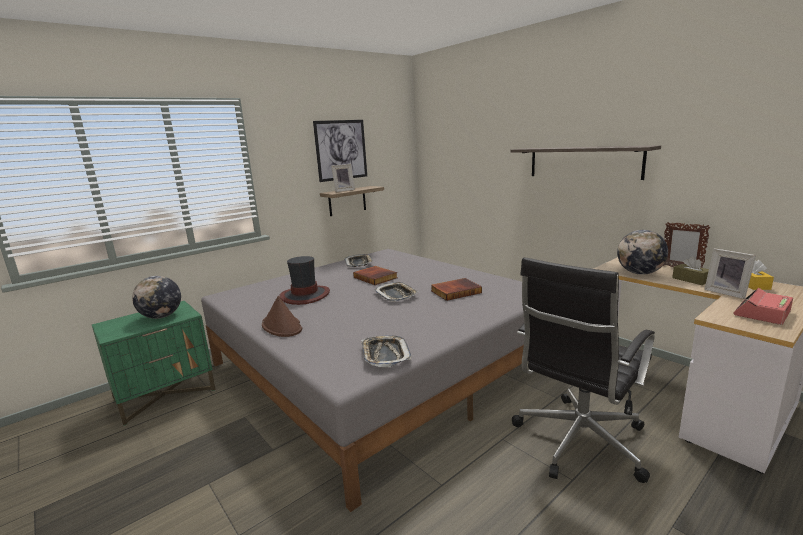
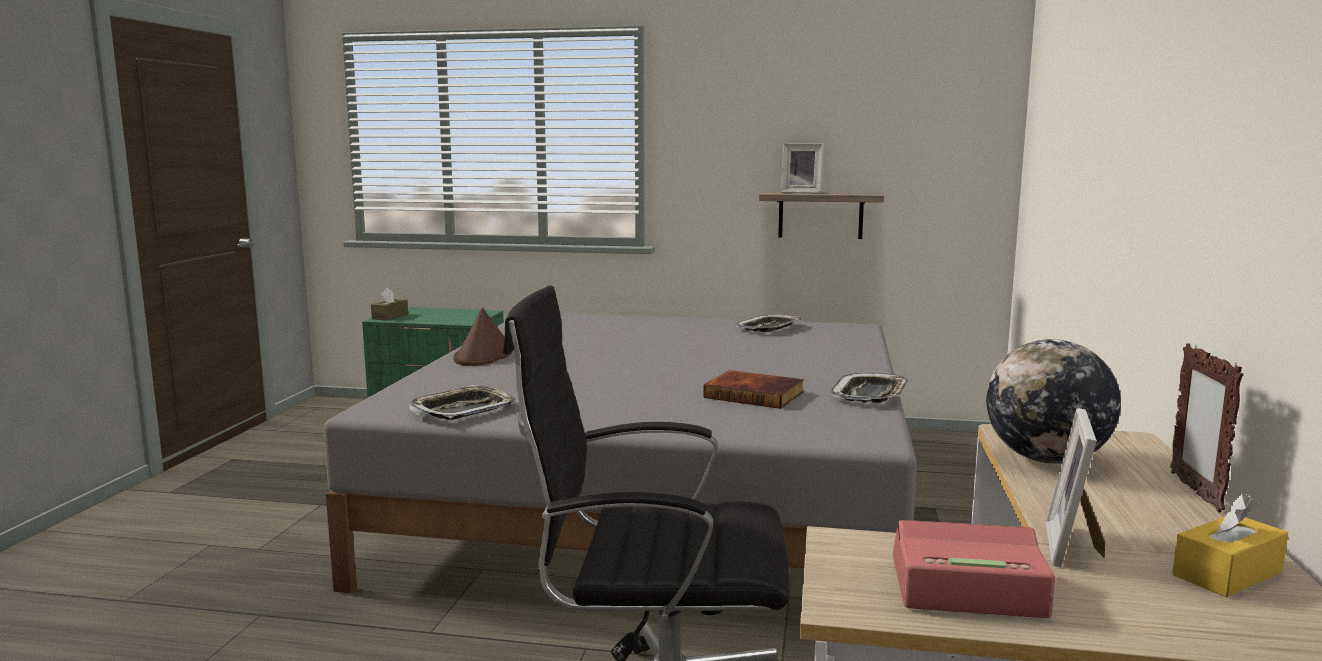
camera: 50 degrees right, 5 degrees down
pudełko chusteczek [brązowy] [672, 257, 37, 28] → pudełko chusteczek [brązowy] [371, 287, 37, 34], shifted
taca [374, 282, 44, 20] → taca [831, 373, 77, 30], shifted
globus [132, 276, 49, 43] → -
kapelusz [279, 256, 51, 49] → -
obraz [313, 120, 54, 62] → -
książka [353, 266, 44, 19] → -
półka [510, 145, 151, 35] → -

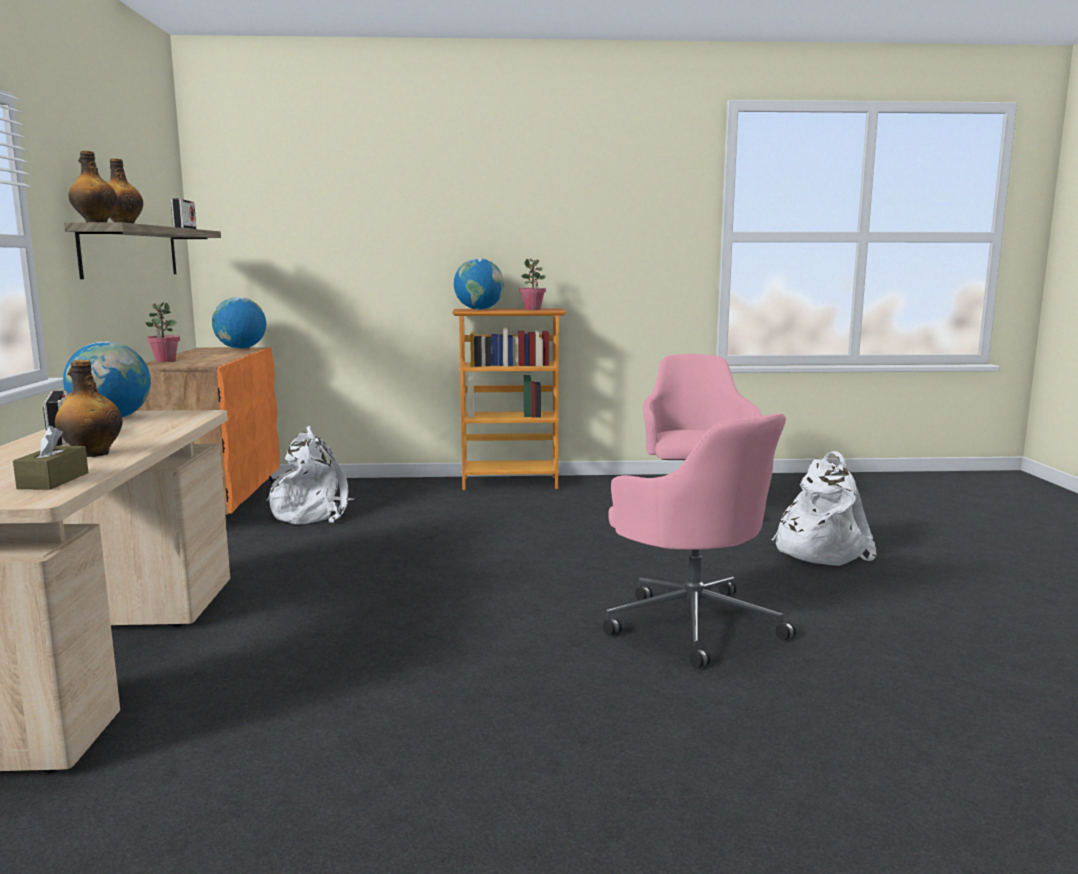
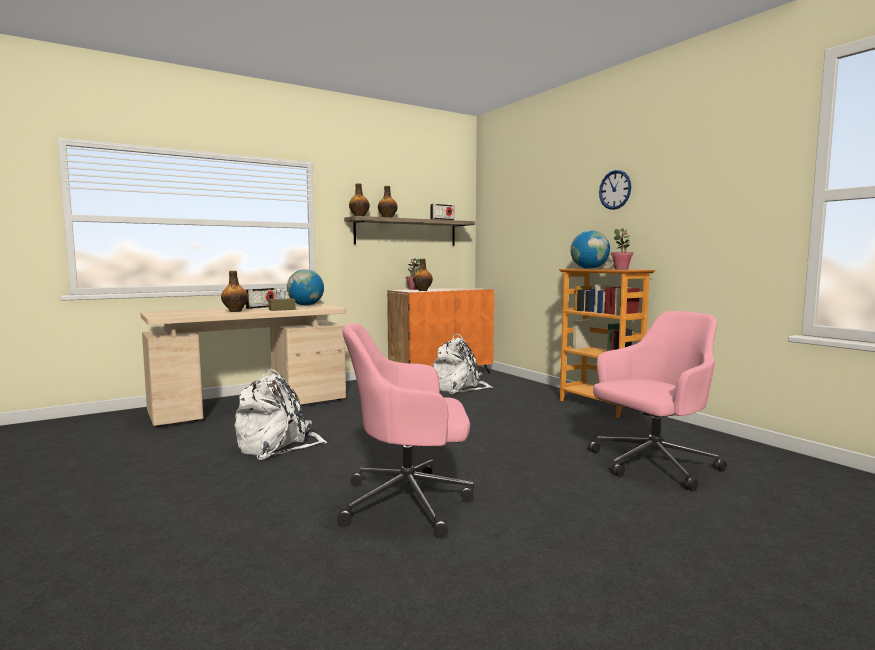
camera: 60 degrees right, 5 degrees down
plecak [biały] [772, 451, 104, 115] → plecak [biały] [235, 369, 93, 91], shifted
pudełko chusteczek [brązowy] [13, 426, 75, 64] → pudełko chusteczek [brązowy] [268, 289, 28, 22], shifted
krzesło biurowe [różowy] [603, 413, 193, 256] → krzesło biurowe [różowy] [337, 323, 137, 215], 60 degrees clockwise
- → butelka [413, 259, 20, 32]
- → zegar ścienny [599, 170, 32, 40]
globus [212, 297, 54, 52] → -

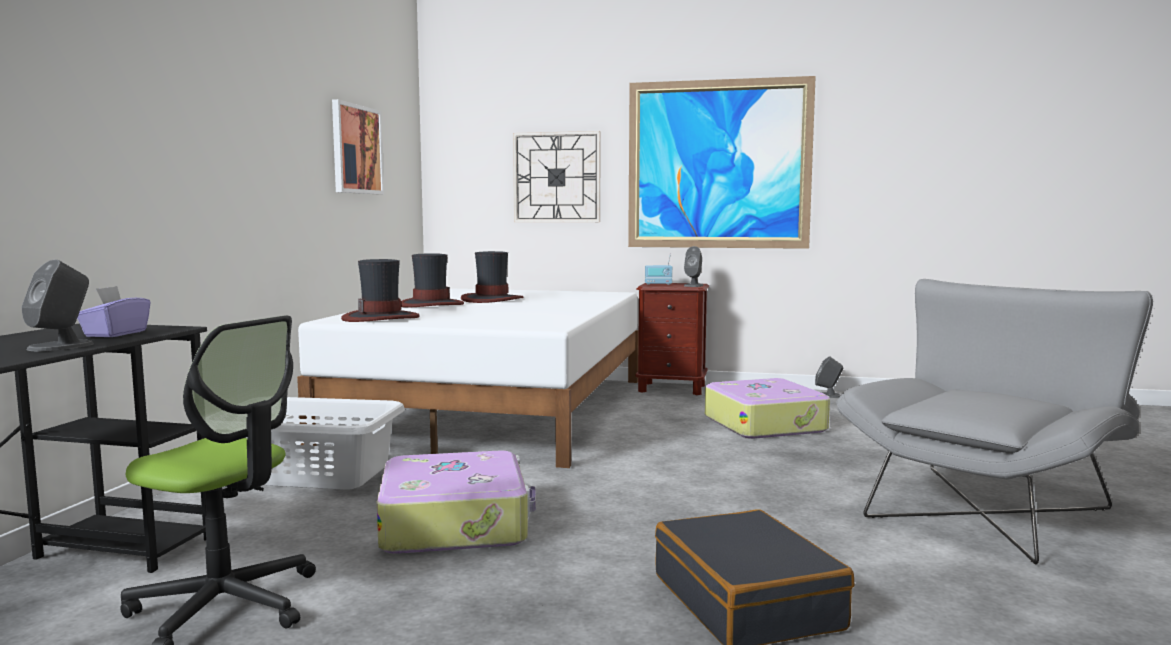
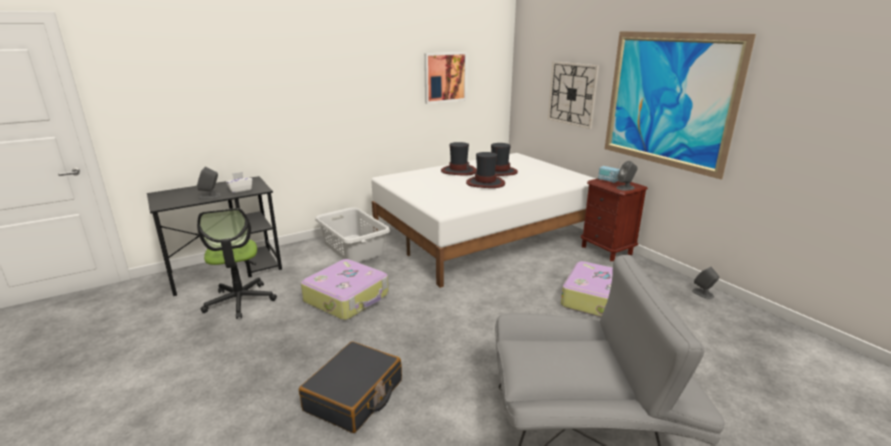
camera: 45 degrees right, 15 degrees up
pudełko chusteczek [fioletowy] [77, 286, 74, 51] → pudełko chusteczek [biały] [226, 172, 26, 21]
kapelusz [341, 259, 79, 63] → kapelusz [466, 152, 39, 36], shifted

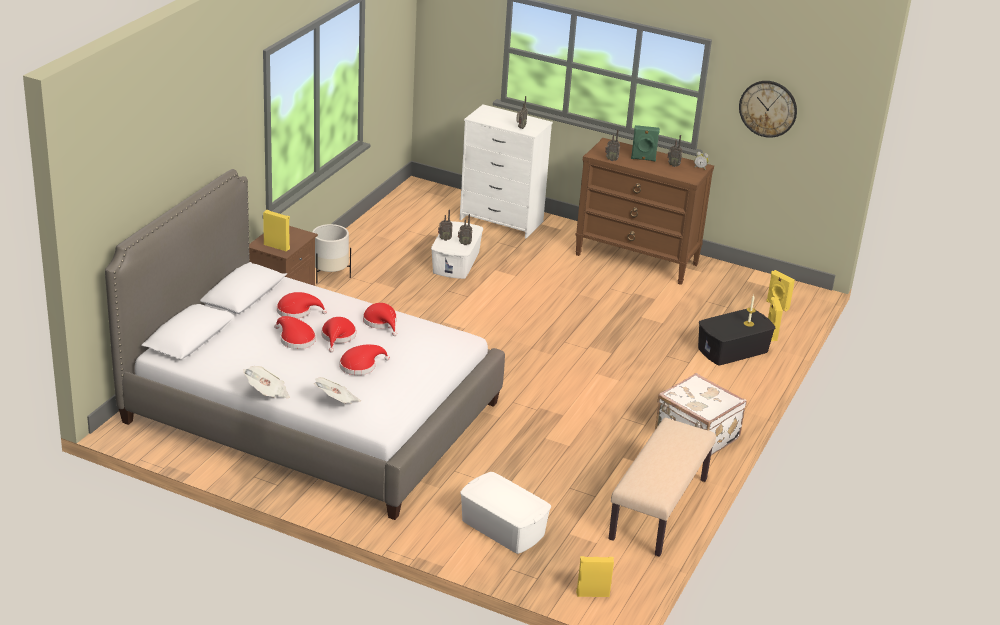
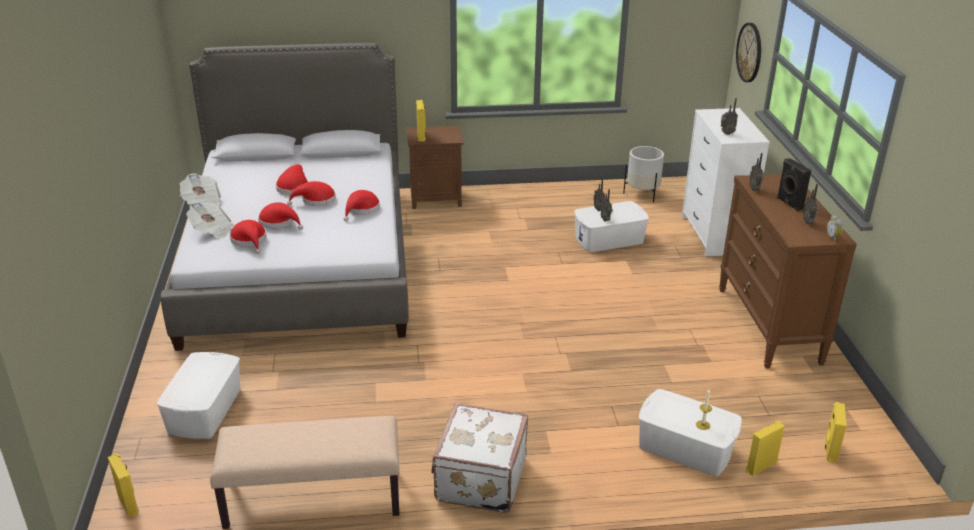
camera: 60 degrees right, 0 degrees up
kapelusz [czerwony] [277, 292, 50, 27] → kapelusz [czerwony] [230, 220, 37, 34], shifted
donica [biały] [312, 224, 39, 59] → donica [biały] [623, 146, 41, 57], shifted
pojemnik do przechowywania [czarny] [698, 309, 77, 56] → pojemnik do przechowywania [biały] [639, 389, 103, 87]
zegar ścienny [739, 81, 58, 57] → zegar ścienny [736, 23, 25, 59], shifted
głośnik [zielony] [631, 125, 29, 36] → głośnik [czarny] [777, 158, 34, 53]

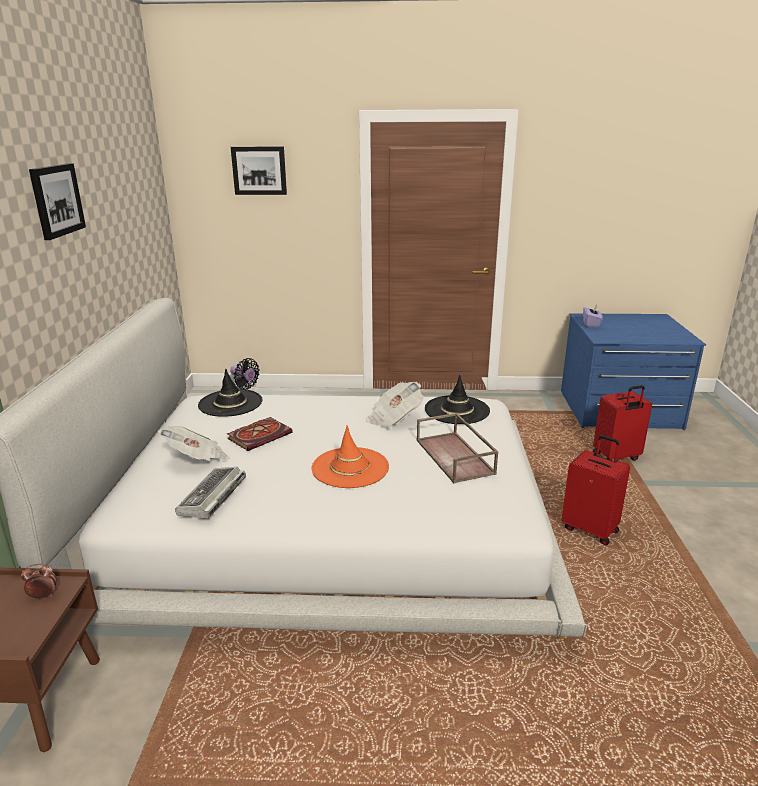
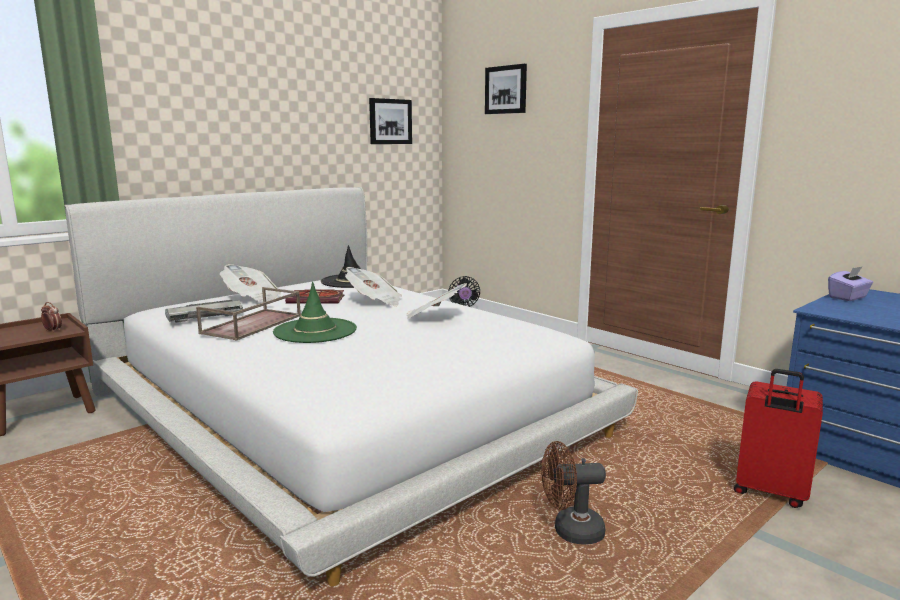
camera: 45 degrees right, 10 degrees down
taca [brązowy] [417, 413, 81, 70] → taca [brązowy] [196, 287, 105, 54], shifted
kapelusz [pomarańczowy] [311, 426, 78, 62] → kapelusz [zielony] [273, 282, 84, 61]
- → gazeta [345, 267, 57, 39]
obraz [29, 163, 57, 77] → obraz [369, 98, 43, 46], shifted
walizka [czerwony] [562, 435, 68, 110] → wentylator [brązowy] [541, 441, 65, 103]
kapelusz [czarny] [425, 375, 65, 49] → -

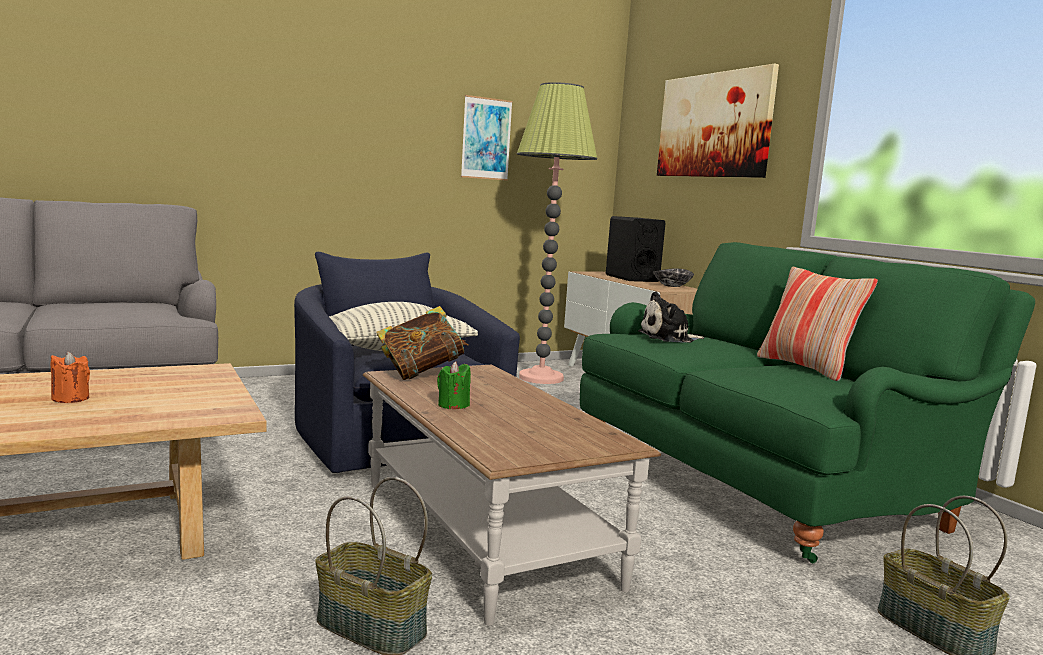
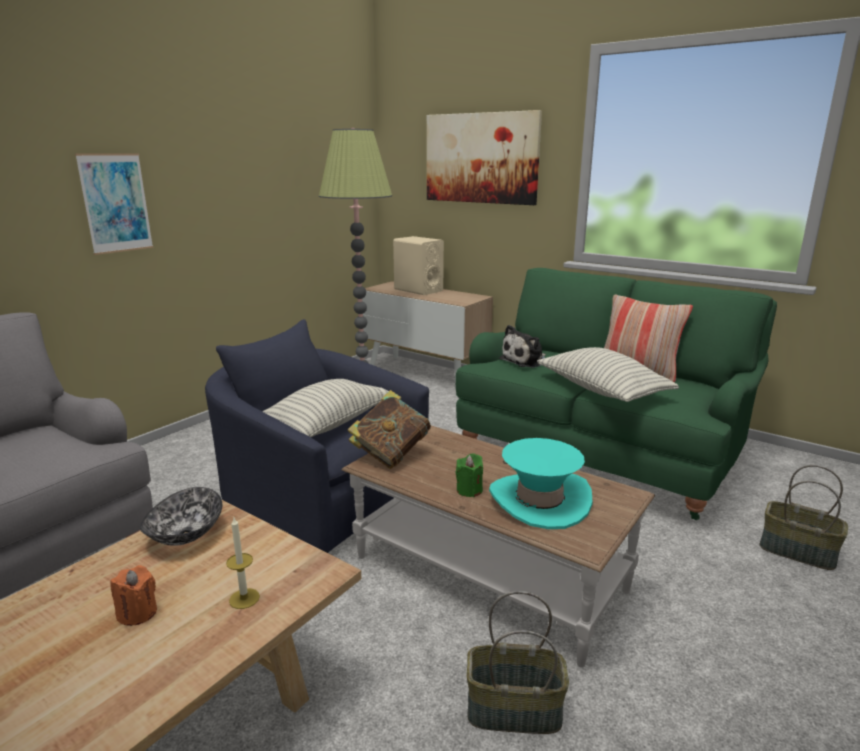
camera: 25 degrees left, 10 degrees up
obraz [461, 95, 52, 86] → obraz [75, 154, 79, 101], shifted
miska [653, 269, 41, 18] → miska [140, 487, 82, 59], shifted
- → świeca [226, 518, 34, 91]
głośnik [czarny] [606, 216, 60, 66] → głośnik [beżowy] [393, 236, 51, 59]
- → kapelusz [turkusowy] [489, 438, 104, 91]
- → poduszka [537, 347, 142, 55]

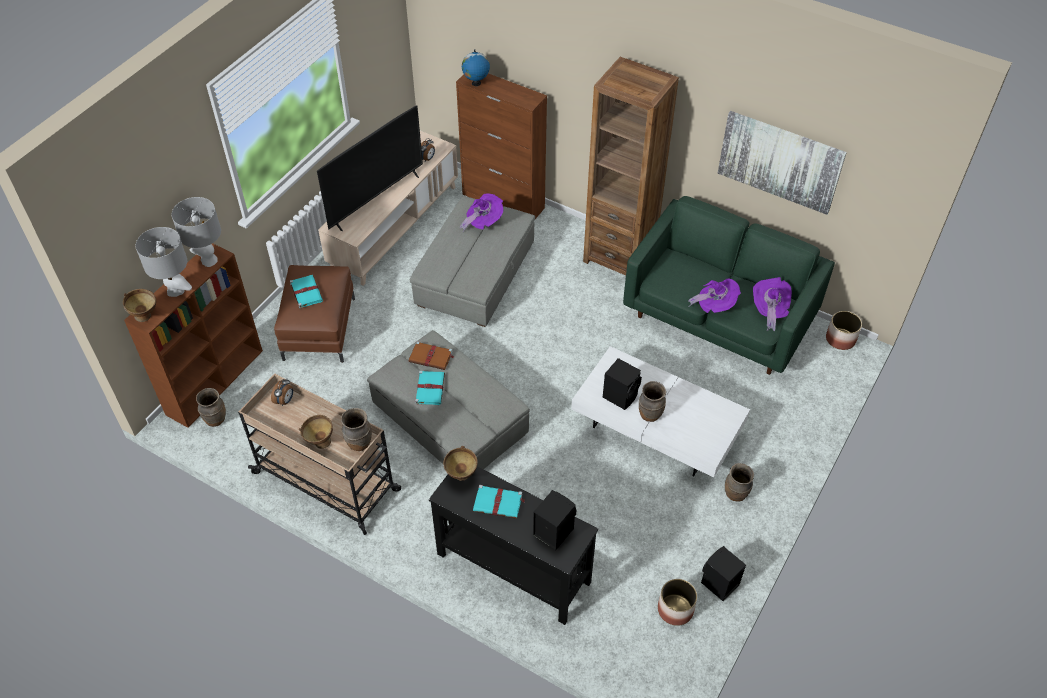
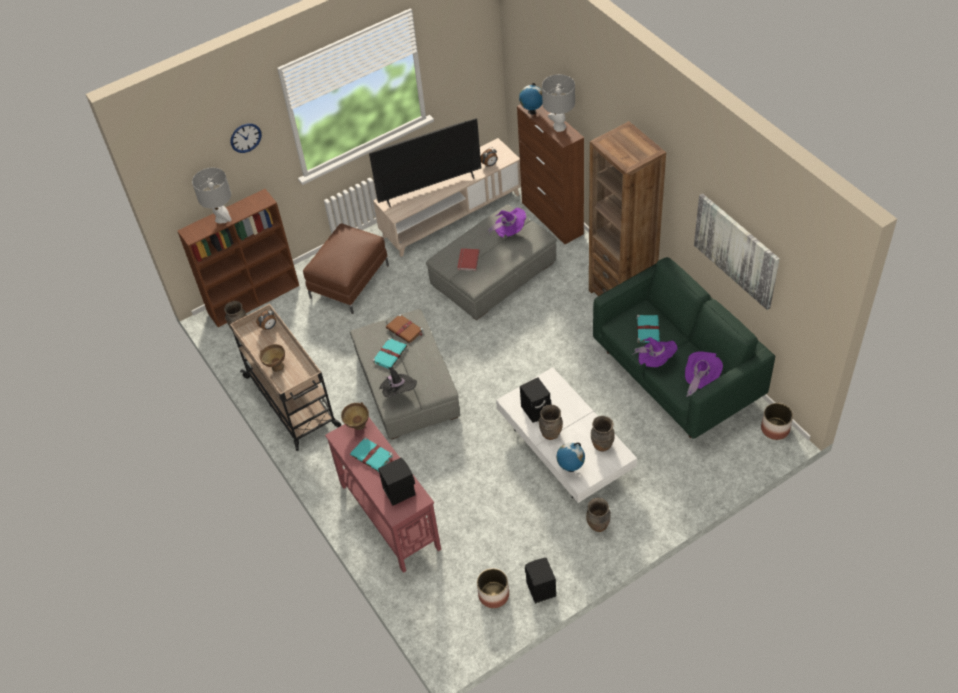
camera: 30 degrees right, 0 degrees up
- → zegar ścienny [230, 123, 32, 30]
stolik konsolowy [czarny] [429, 466, 169, 159] → stolik konsolowy [czerwony] [325, 418, 116, 155]
- → kapelusz [czarny] [379, 367, 38, 30]
- → książka [czerwony] [457, 248, 23, 23]
lampa stołowa [szary] [171, 197, 50, 70] → lampa stołowa [szary] [542, 74, 33, 58], shifted
- → globus [556, 443, 29, 29]
wazon [brązowy] [341, 408, 31, 43] → wazon [brązowy] [591, 416, 24, 36], shifted
książka [turkusowy] [290, 275, 33, 34] → książka [turkusowy] [636, 315, 24, 28], shifted
miska [brązowy] [123, 289, 33, 33] → -

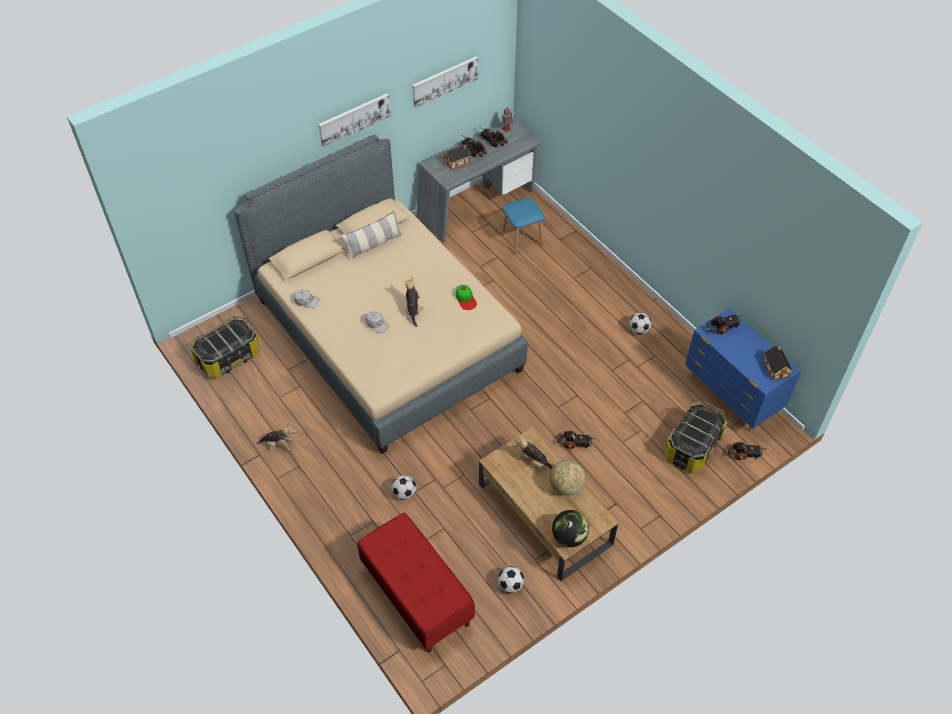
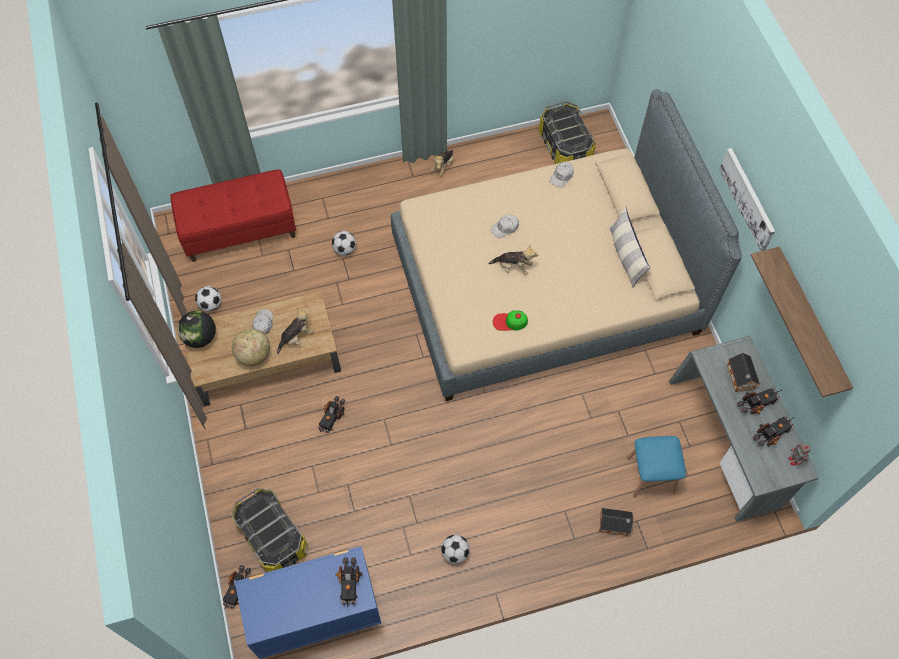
camera: 110 degrees right, 10 degrees up
- → czapka z daszkiem [biały] [252, 309, 21, 25]
domek [763, 346, 30, 34] → domek [599, 508, 34, 28], shifted
obraz [413, 56, 65, 52] → półka [751, 247, 102, 150]

